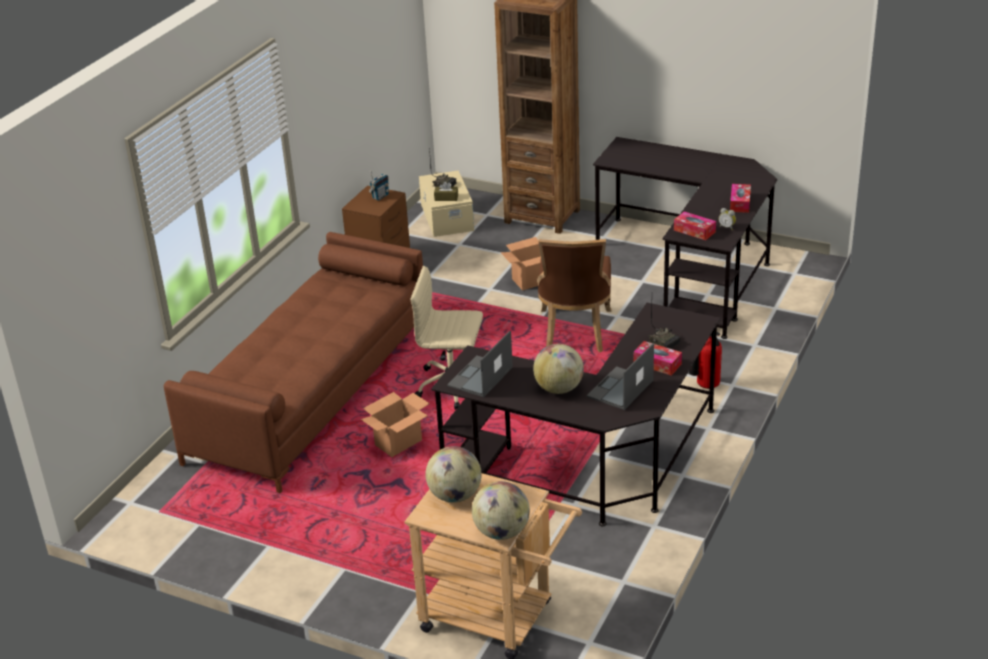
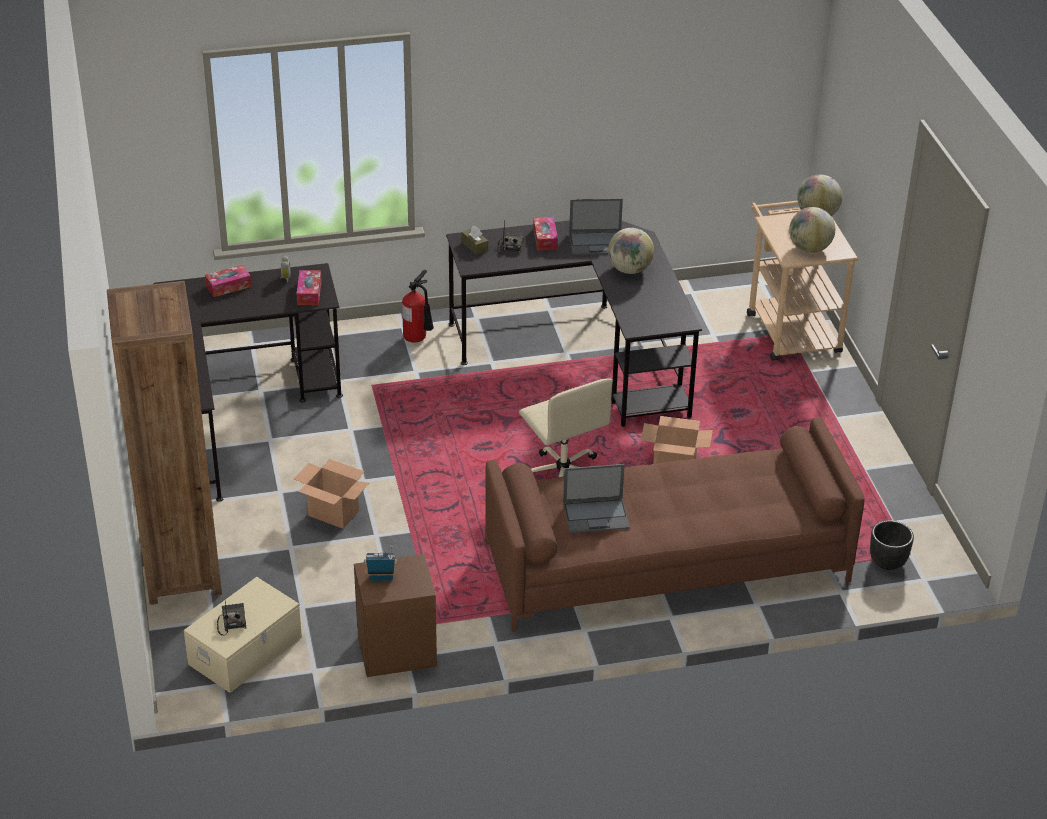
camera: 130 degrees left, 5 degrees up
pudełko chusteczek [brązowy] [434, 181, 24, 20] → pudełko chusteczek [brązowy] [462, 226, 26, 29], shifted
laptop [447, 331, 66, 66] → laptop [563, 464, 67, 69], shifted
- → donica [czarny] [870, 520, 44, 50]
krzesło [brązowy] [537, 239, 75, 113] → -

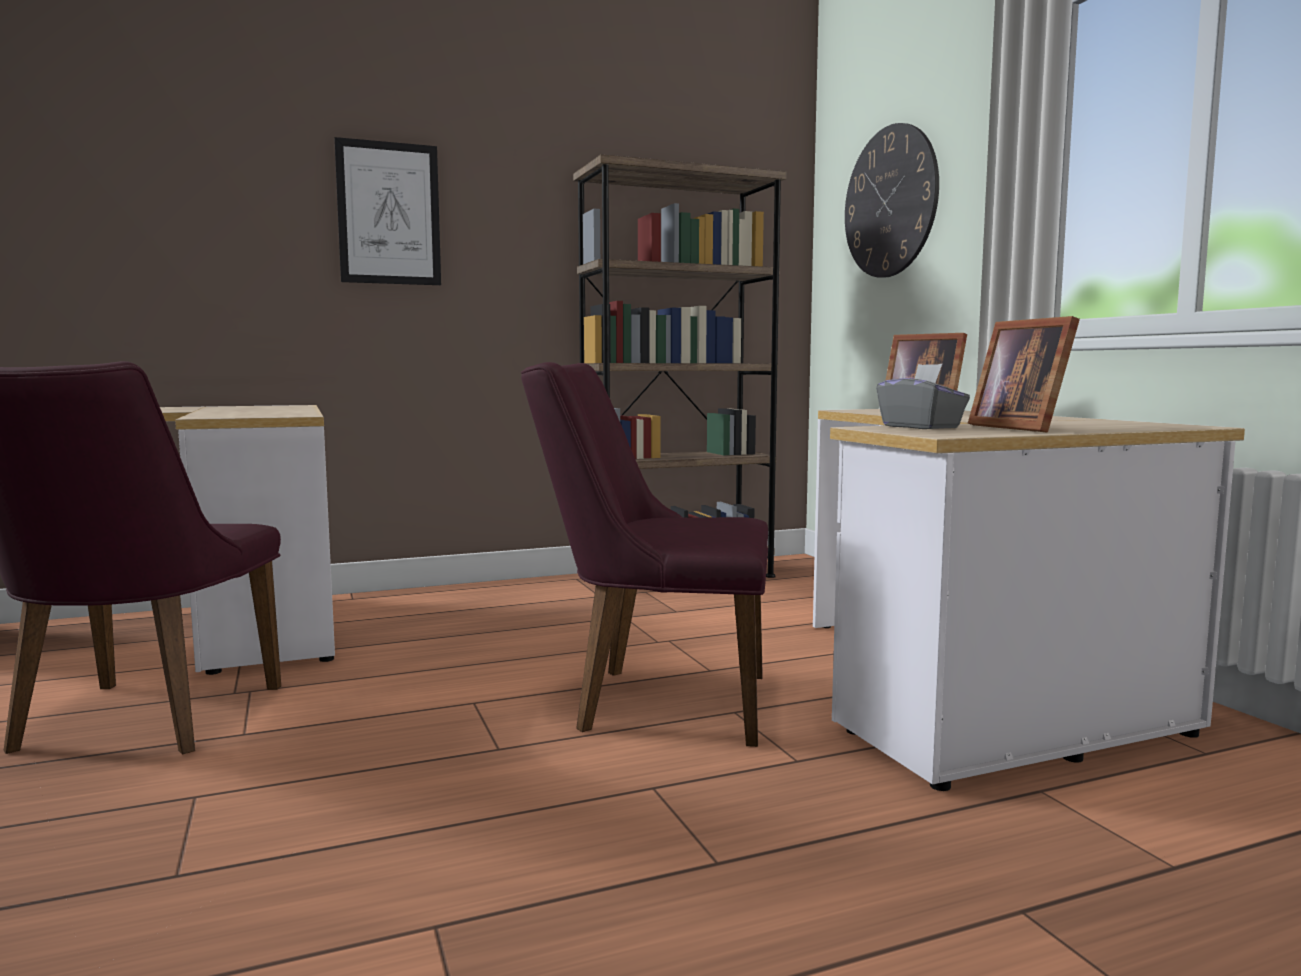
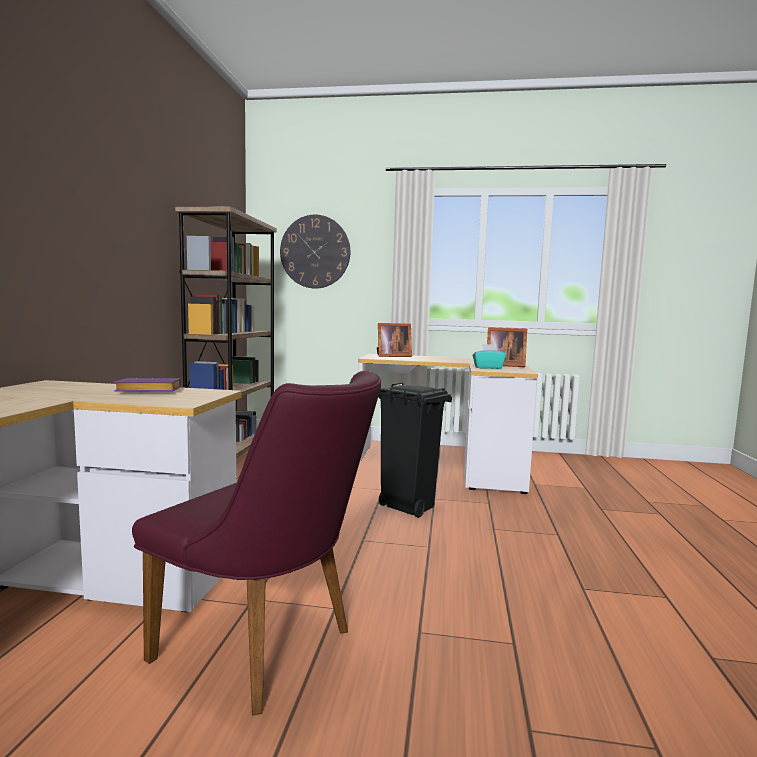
camera: 60 degrees left, 0 degrees up
- → książka [fioletowy] [115, 378, 66, 14]
krzesło [fioletowy] [521, 362, 247, 385] → kosz na śmieci [czarny] [378, 382, 74, 136]
pudełko chusteczek [szary] [876, 363, 94, 66] → pudełko chusteczek [turkusowy] [473, 344, 33, 25]
obraz [334, 137, 107, 148] → -

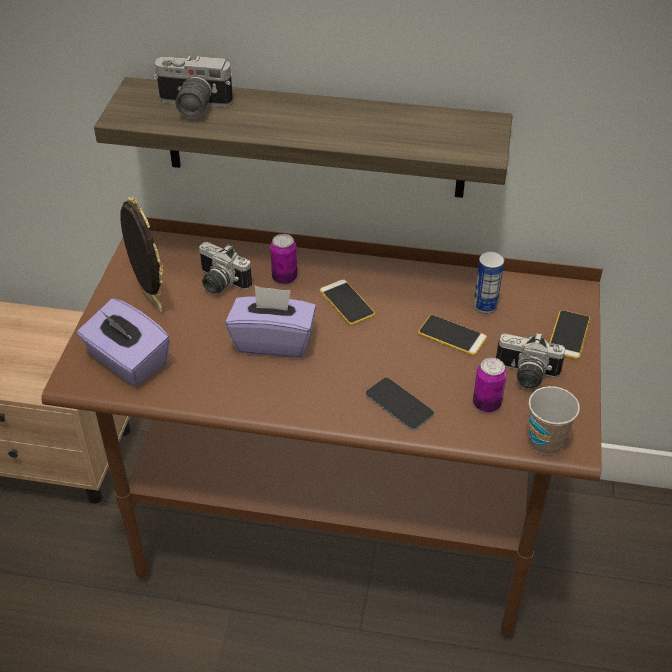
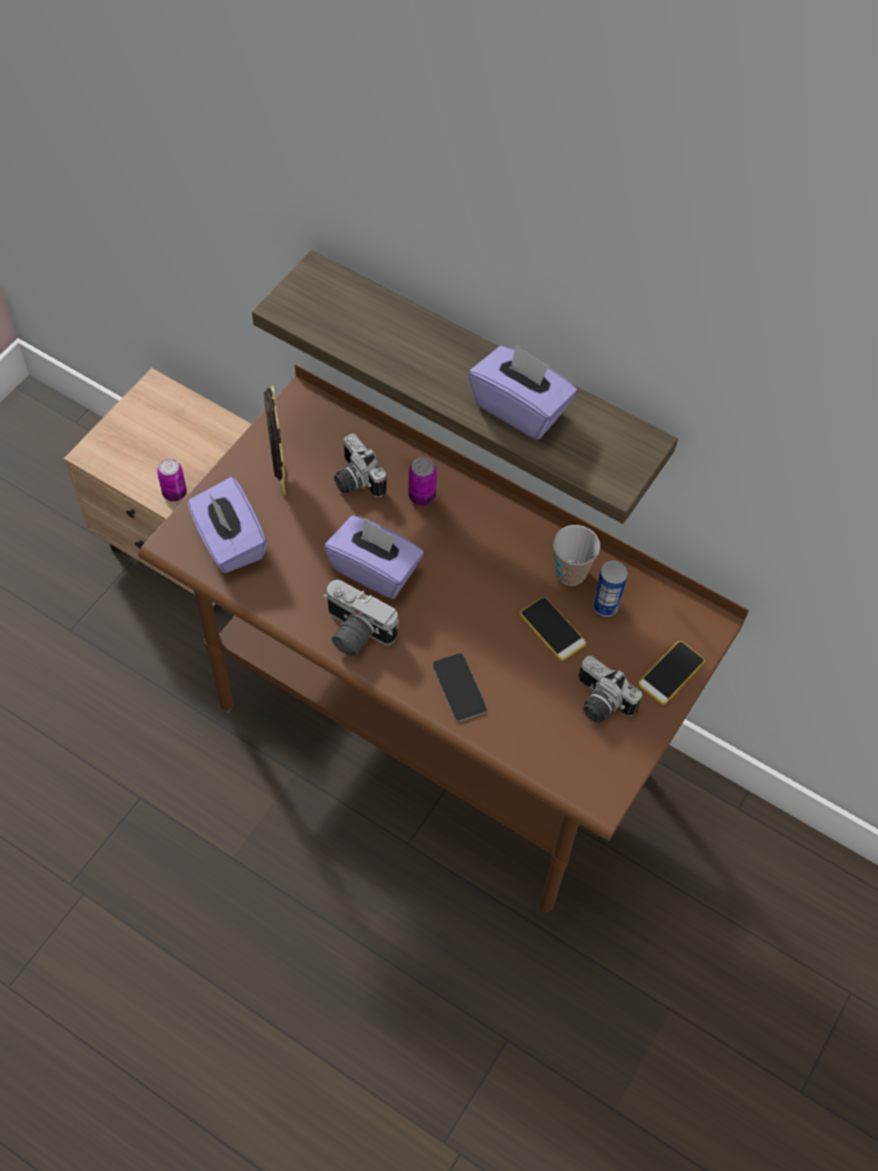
camera: 20 degrees right, 15 degrees up
puszka [473, 358, 34, 54] → puszka [157, 458, 30, 44], shifted
aparat fotograficzny [153, 56, 80, 62] → aparat fotograficzny [323, 580, 76, 77], shifted
- → pudełko chusteczek [fioletowy] [469, 345, 108, 95]
filiżanka [529, 386, 51, 69] → filiżanka [553, 525, 47, 61], shifted
telefon [320, 279, 55, 46] → -

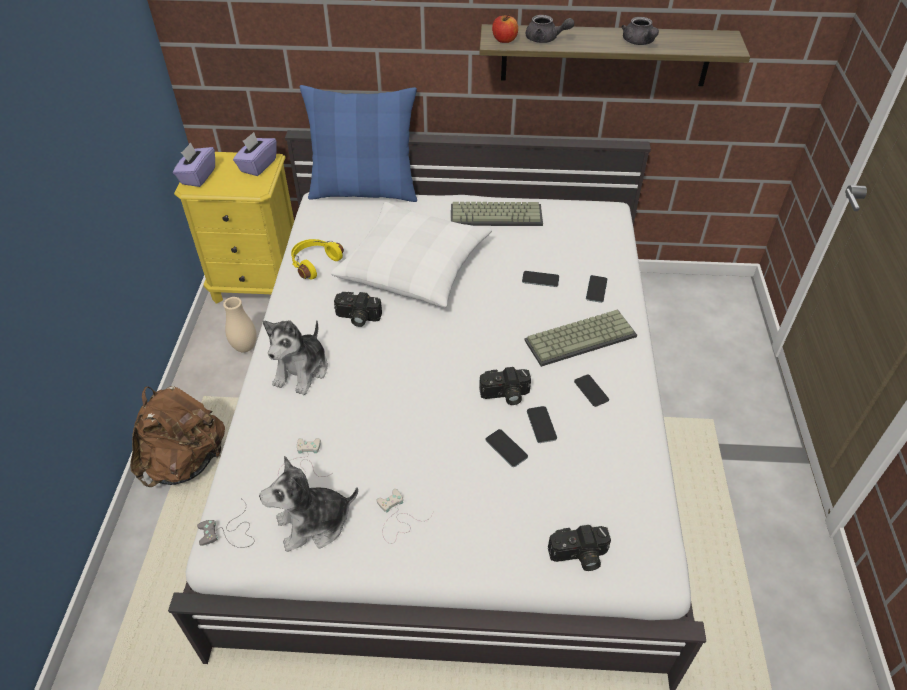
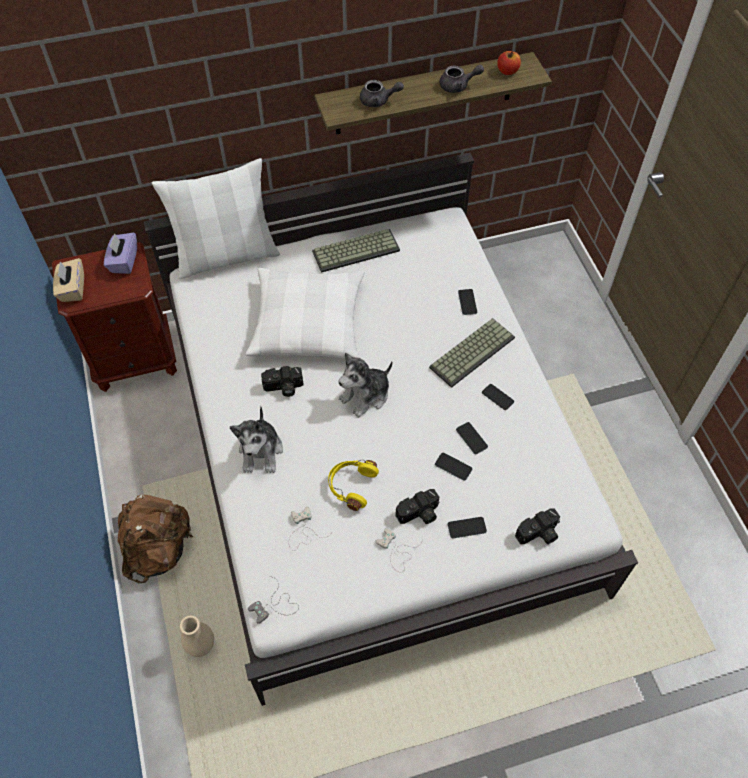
camera: 20 degrees left, 10 degrees up
szafka nocna [żółty] [174, 152, 120, 152] → szafka nocna [brązowy] [52, 242, 125, 150]
pudełko chusteczek [fioletowy] [173, 142, 42, 45] → pudełko chusteczek [beżowy] [53, 258, 31, 44]
poduszka [niebieski] [300, 85, 117, 117] → poduszka [biały] [152, 158, 128, 121]
wazon [beżowy] [223, 297, 34, 56] → wazon [beżowy] [180, 616, 34, 41], shifted
słuchawki [żółty] [291, 239, 53, 41] → słuchawki [żółty] [328, 460, 51, 51], shifted
pluszak [259, 456, 99, 96] → pluszak [338, 353, 54, 65], shifted
aparat fotograficzny [479, 367, 52, 38] → aparat fotograficzny [395, 489, 45, 35], shifted
imbryk [szary] [621, 17, 38, 28] → imbryk [szary] [440, 65, 44, 28], 60 degrees counterclockwise
telefon [522, 271, 37, 16] → telefon [448, 517, 39, 21], shifted
jabłko [492, 14, 26, 29] → jabłko [497, 51, 24, 24], shifted

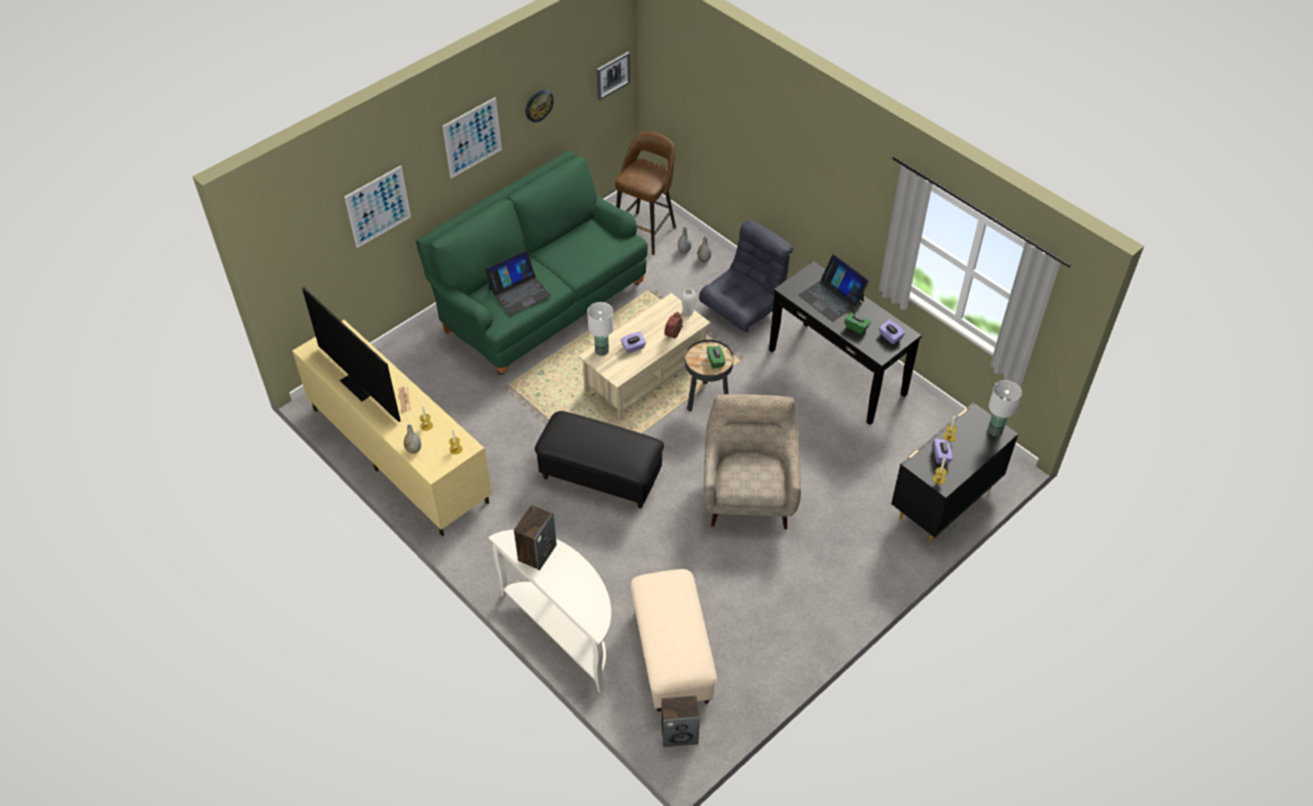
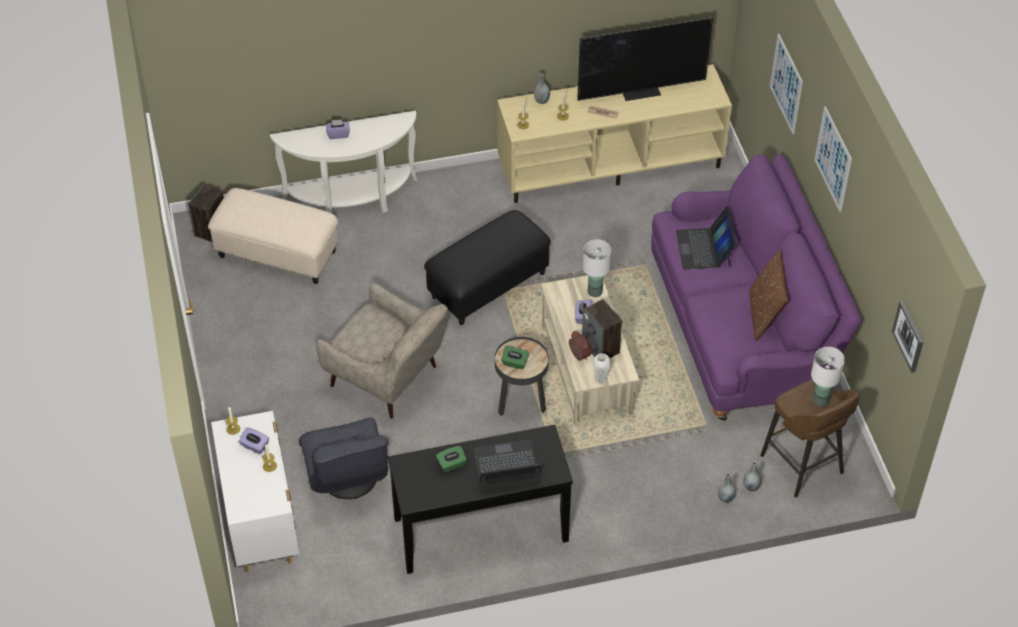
camera: 120 degrees right, 0 degrees up
komoda [czarny] [891, 402, 127, 140] → komoda [biały] [211, 411, 88, 161]
fotel [szary] [699, 220, 94, 112] → fotel [szary] [299, 418, 89, 81], shifted
pudełko chusteczek [fioletowy] [879, 320, 26, 24] → pudełko chusteczek [fioletowy] [326, 120, 24, 19], shifted
głośnik [514, 505, 43, 66] → głośnik [582, 299, 40, 59], shifted
kanapa [zielony] [416, 151, 232, 224] → kanapa [fioletowy] [651, 154, 211, 267]
- → poduszka [brązowy] [749, 249, 39, 92]
lampa stołowa [biały] [988, 380, 34, 56] → lampa stołowa [biały] [811, 347, 34, 60], shifted
zegar ścienny [526, 90, 28, 32] → -

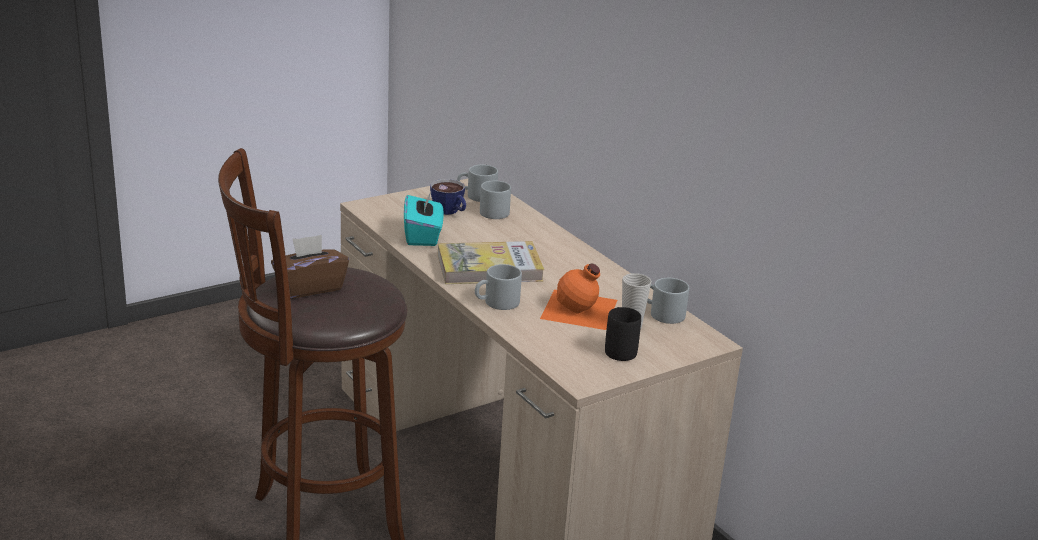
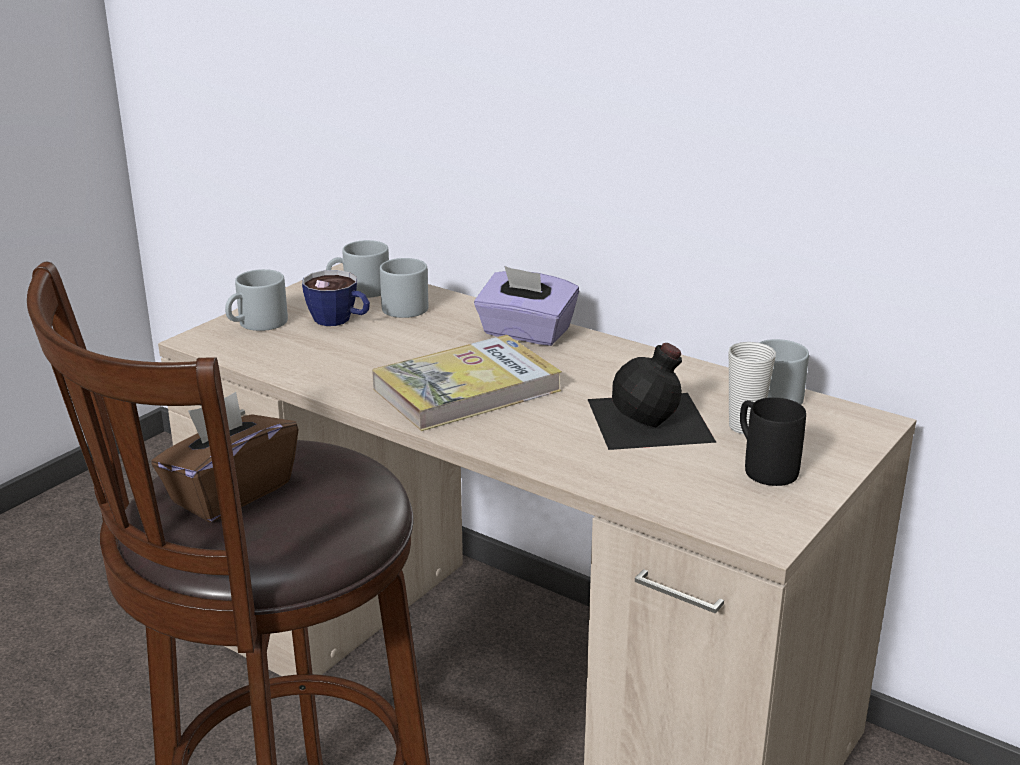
camera: 20 degrees left, 0 degrees up
kubek [szary] [475, 264, 47, 46] → kubek [szary] [225, 269, 63, 62], shifted
- → pudełko chusteczek [fioletowy] [474, 266, 105, 80]
butelka [pomarańczowy] [540, 264, 77, 66] → butelka [czarny] [587, 343, 130, 107]
pudełko chusteczek [turkusowy] [404, 189, 40, 57] → -

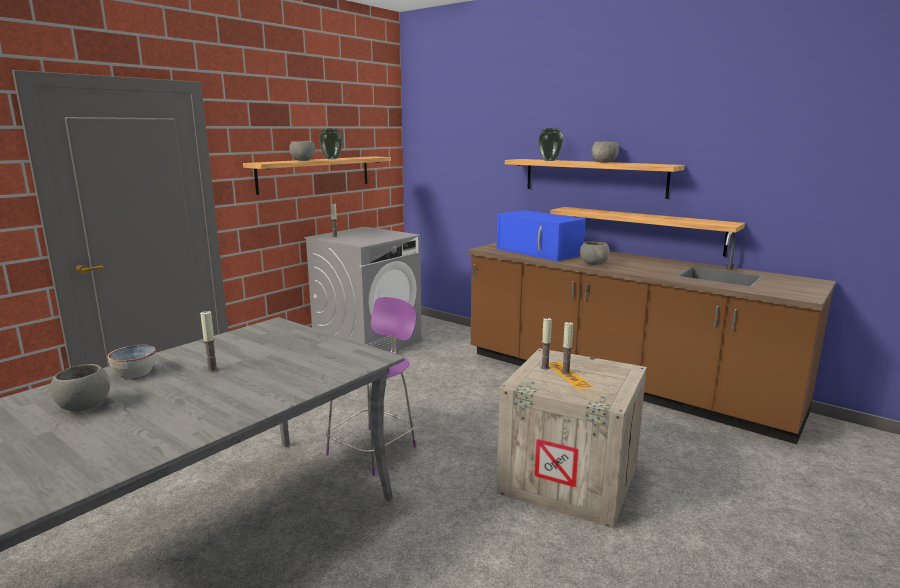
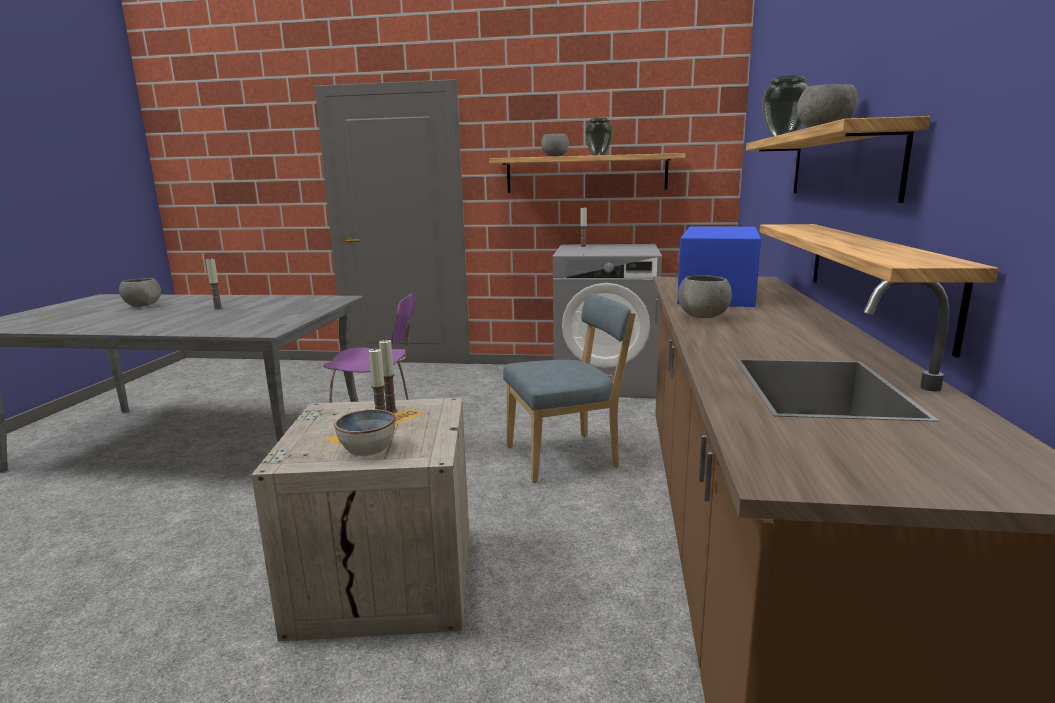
camera: 60 degrees right, 0 degrees up
miska [107, 345, 49, 33] → miska [334, 409, 62, 47], shifted
- → krzesło [niebieski] [503, 293, 133, 190]

